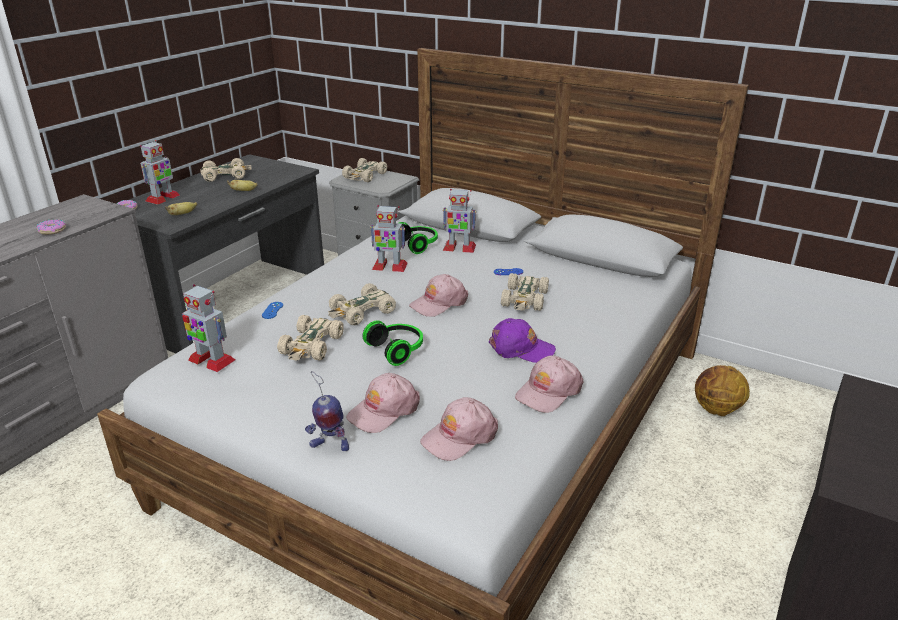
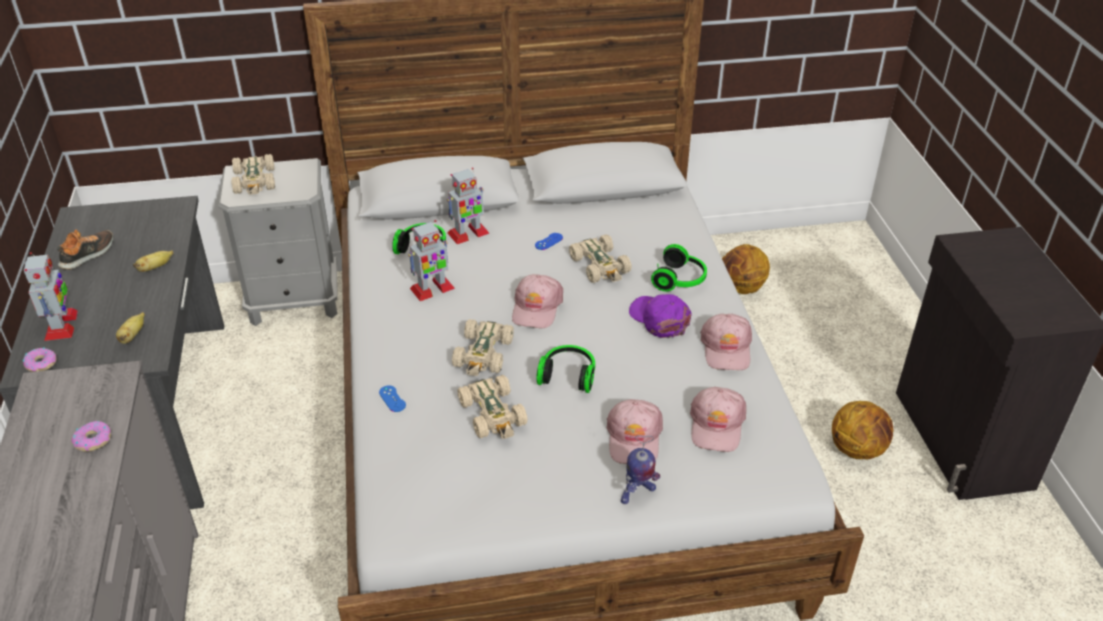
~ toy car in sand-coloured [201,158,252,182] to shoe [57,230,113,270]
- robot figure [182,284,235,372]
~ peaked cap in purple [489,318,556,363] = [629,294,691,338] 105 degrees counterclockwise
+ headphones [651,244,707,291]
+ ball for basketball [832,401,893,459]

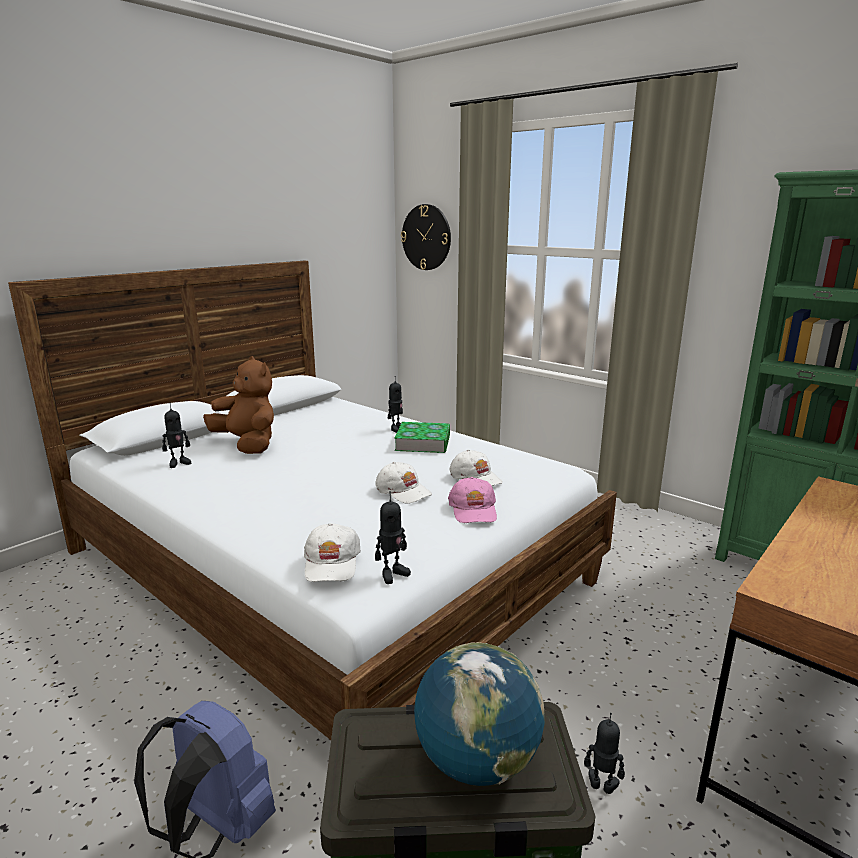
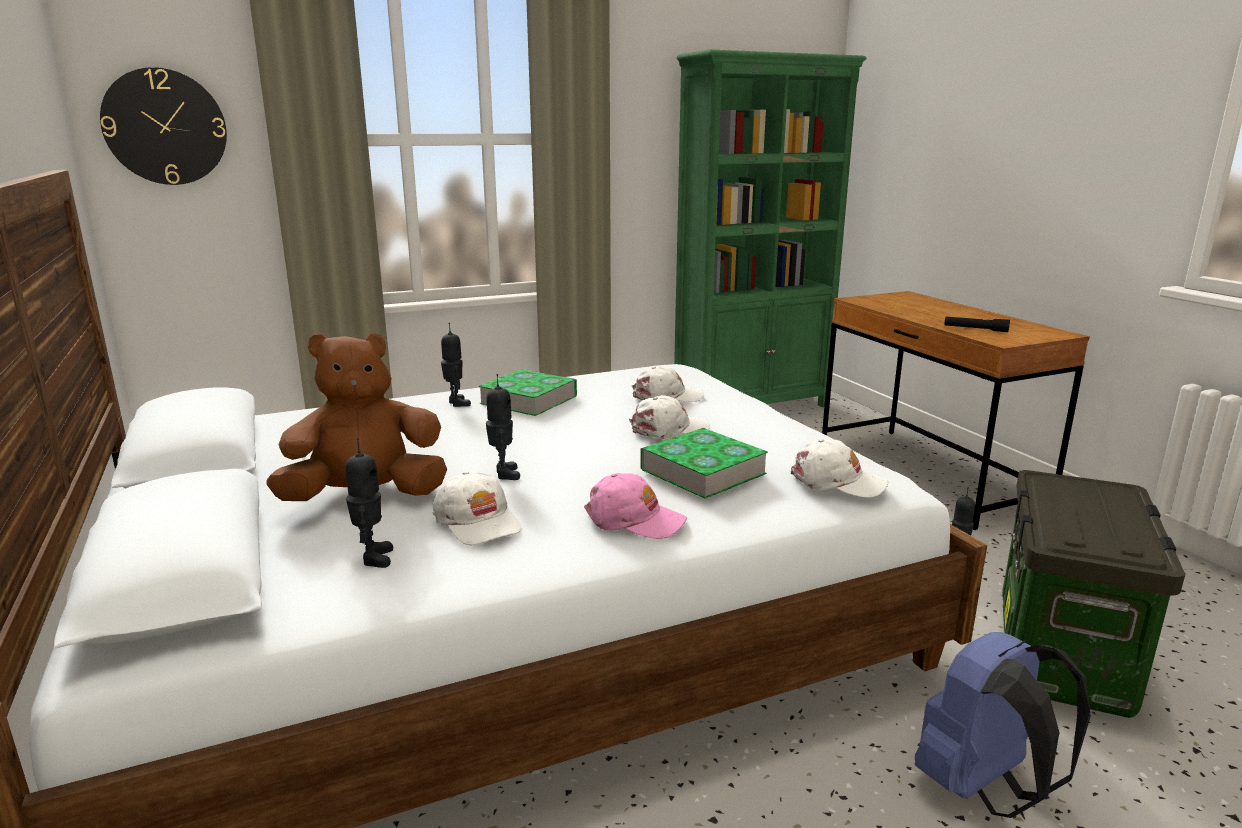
~ peaked cap in pink-coloured [448,477,497,523] to [584,473,687,539]
~ robot figure [375,491,411,584] to [486,374,520,480]
- globe [414,642,545,786]
+ hand torch in blackish [944,317,1010,332]
+ book [640,428,768,499]
+ peaked cap in whitish [433,471,522,545]

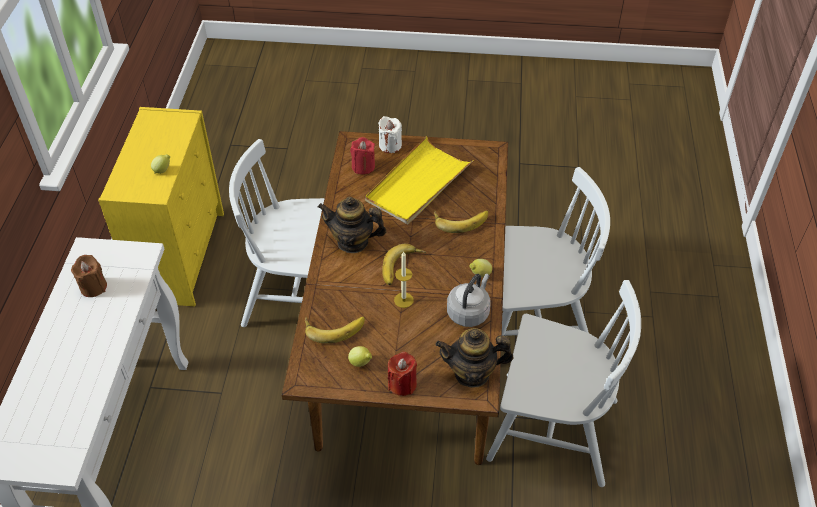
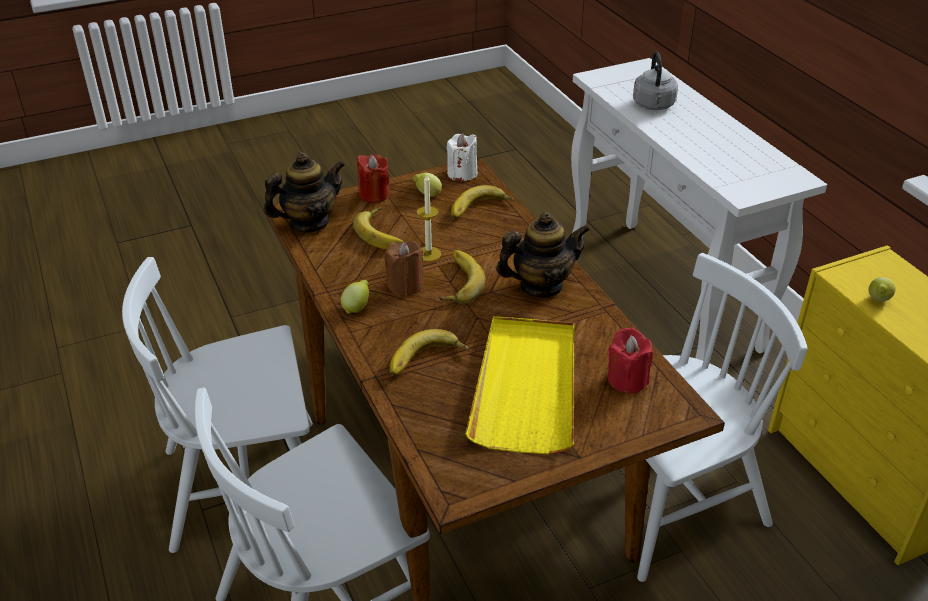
~ wax candle in whitish [378,116,402,153] to [447,133,477,181]
~ wax candle in brownish [71,255,107,297] to [385,241,424,296]
~ tea kettle in grey [447,274,491,327] to [633,51,678,110]
+ whole banana [353,207,404,249]

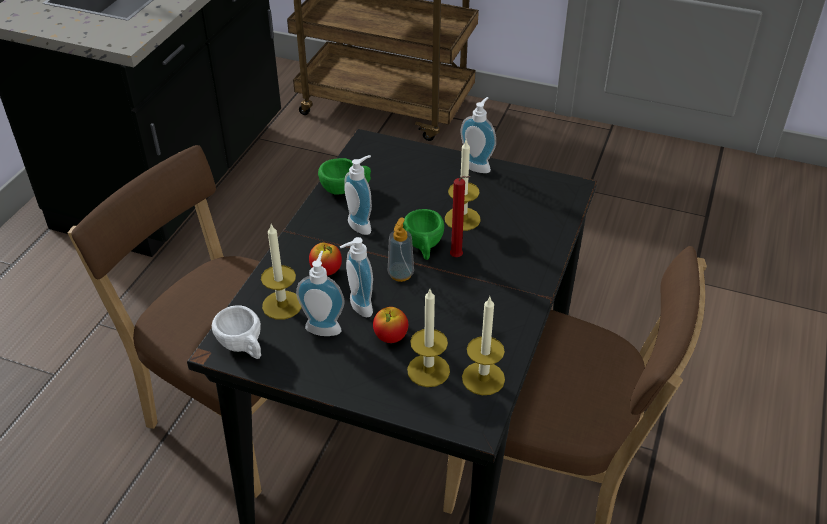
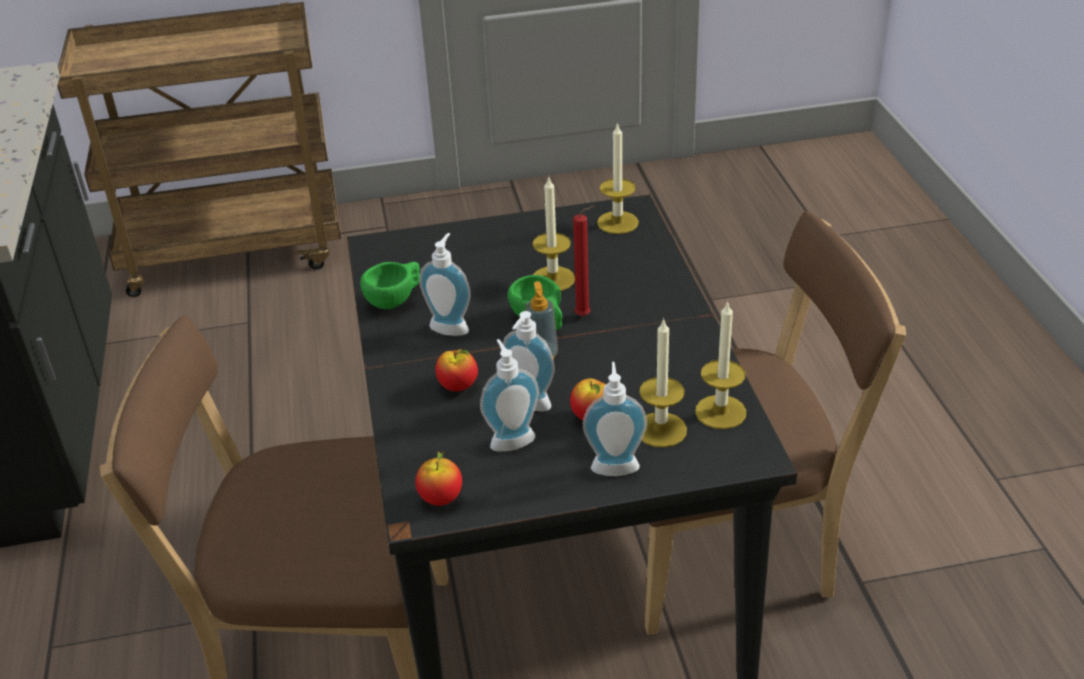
~ soap bottle [461,97,496,173] to [583,362,647,476]
~ wax candle [261,224,302,320] to [597,122,639,234]
~ small cup in whitish [212,305,261,359] to whole apple [415,451,462,506]

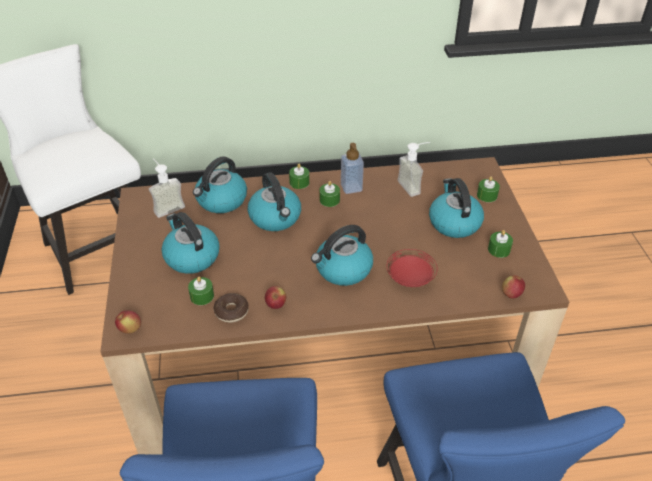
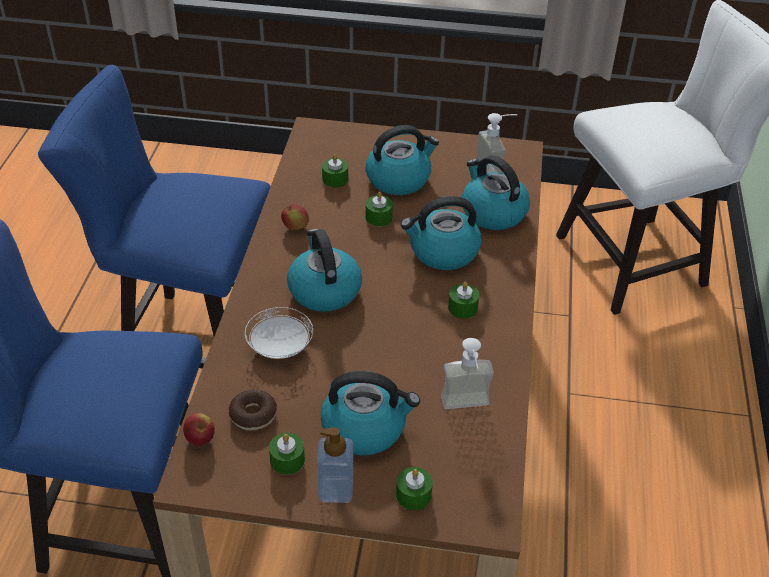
~ soap bottle [341,143,364,194] to [317,427,353,503]
~ wax candle in green [289,164,309,189] to [366,192,393,226]
~ dinner plate in reddish [387,249,438,287] to dinner plate in whitish [245,307,313,359]
~ donut [214,293,249,323] to [229,389,277,431]
- whole apple [115,310,141,334]

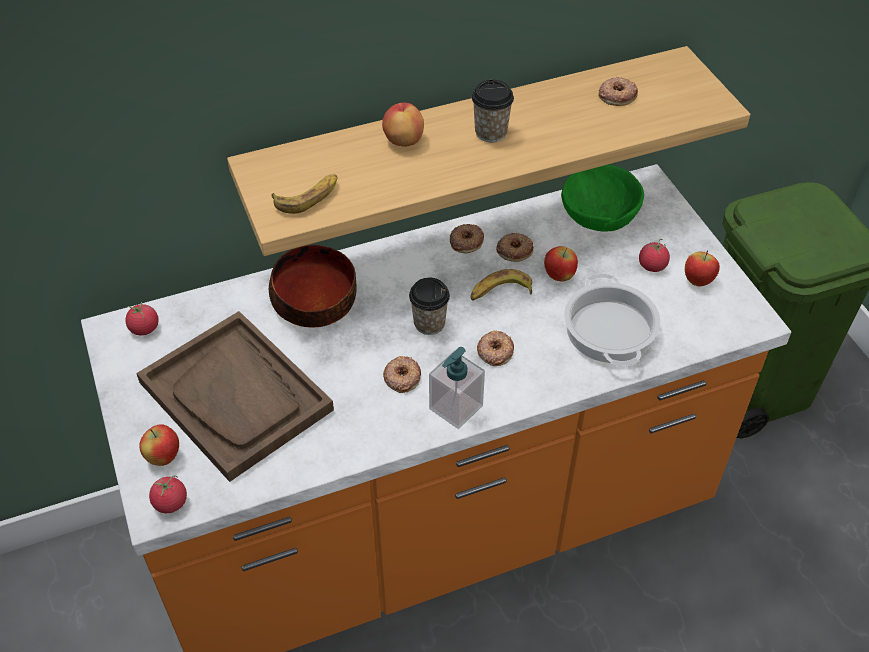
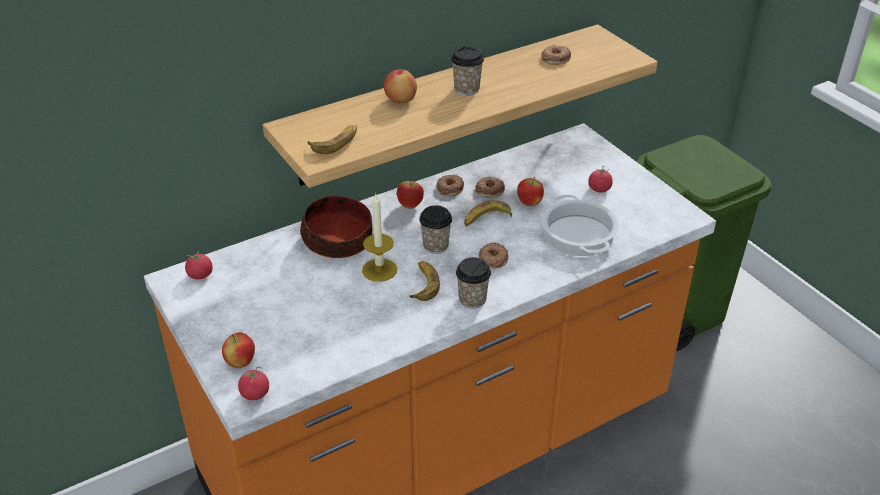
- deep dish in green [561,164,644,232]
~ whole apple [685,250,720,286] to [397,178,424,209]
- serving tray in brownish [136,311,334,482]
~ soap bottle [429,347,485,429] to small cup [456,257,491,309]
~ donut [383,356,421,393] to whole banana [409,262,440,301]
+ wax candle [362,194,397,282]

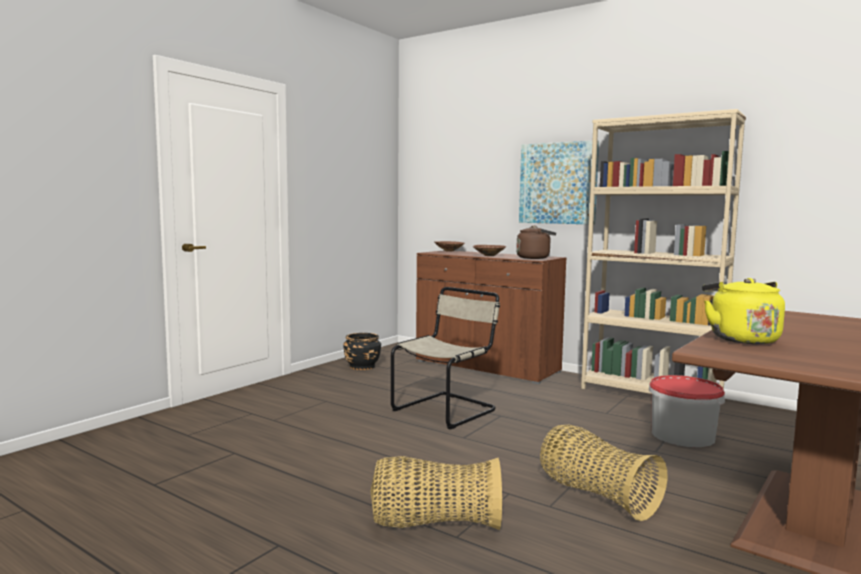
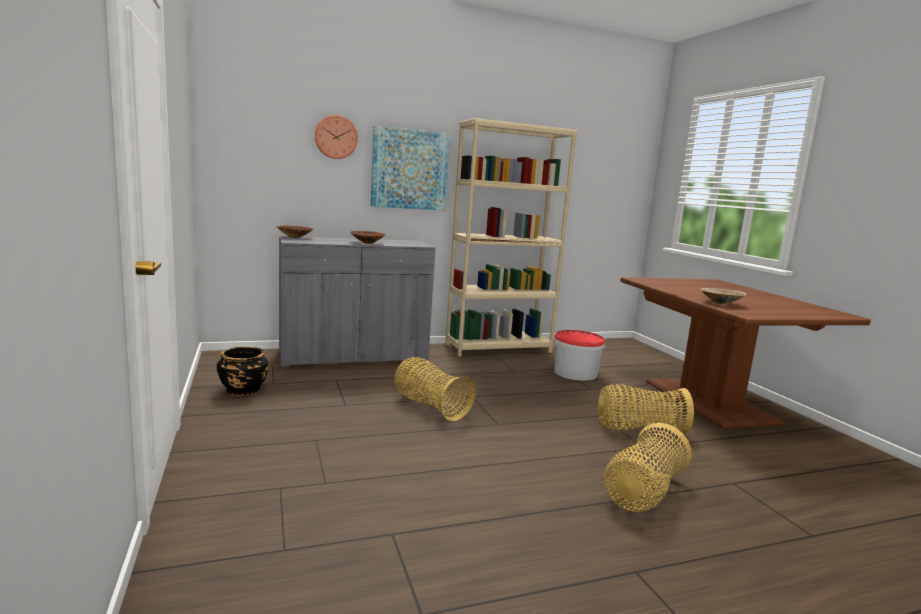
- tea kettle in brownish [516,226,556,259]
~ cabinet in brownish [416,250,567,384] to cabinet in grey [279,236,435,367]
~ tea kettle in yellow [702,278,785,344] to deep dish in sand-coloured [700,288,747,305]
~ plain chair in sand-coloured [391,287,500,429] to household basket [394,357,475,421]
+ clock on the wall [315,115,358,159]

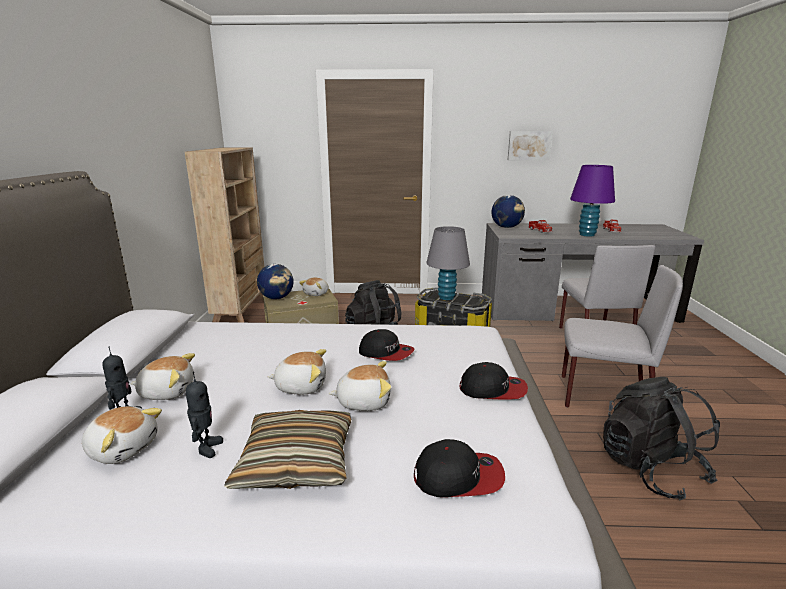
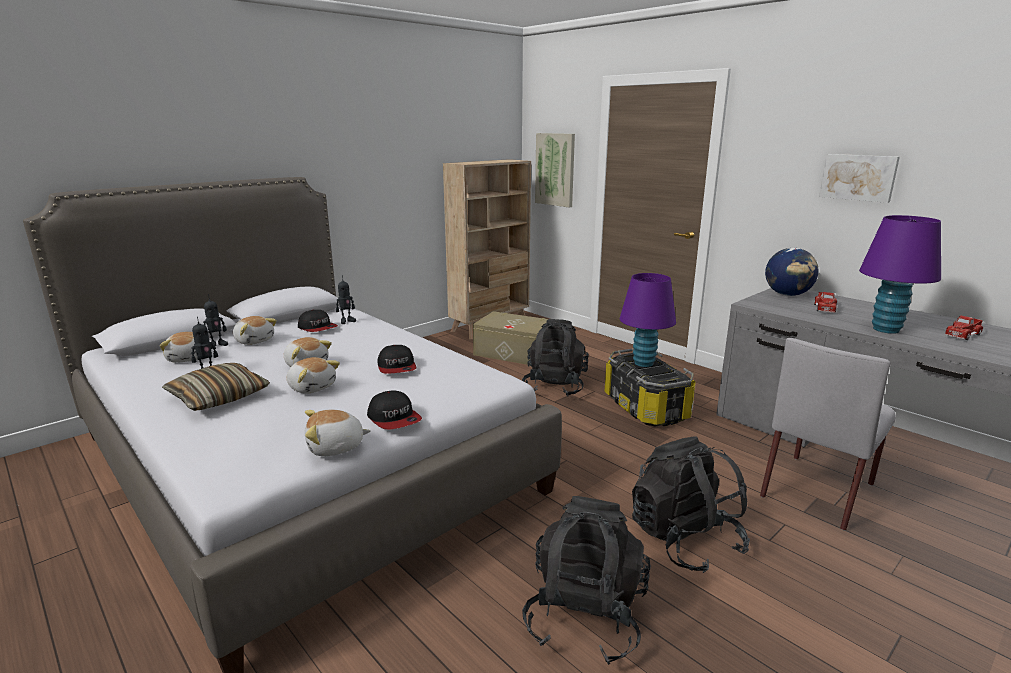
~ lamp for a table in grey [426,226,470,300] to lamp for a table in purple [619,273,676,367]
- globe [257,264,294,299]
~ plain chair in grey [562,265,683,408] to knapsack in blackish [632,436,750,573]
~ plush toy [299,278,329,296] to [305,409,371,456]
~ peaked cap [414,439,505,497] to [298,310,338,332]
+ picture [535,133,575,207]
+ robot figure [336,275,356,324]

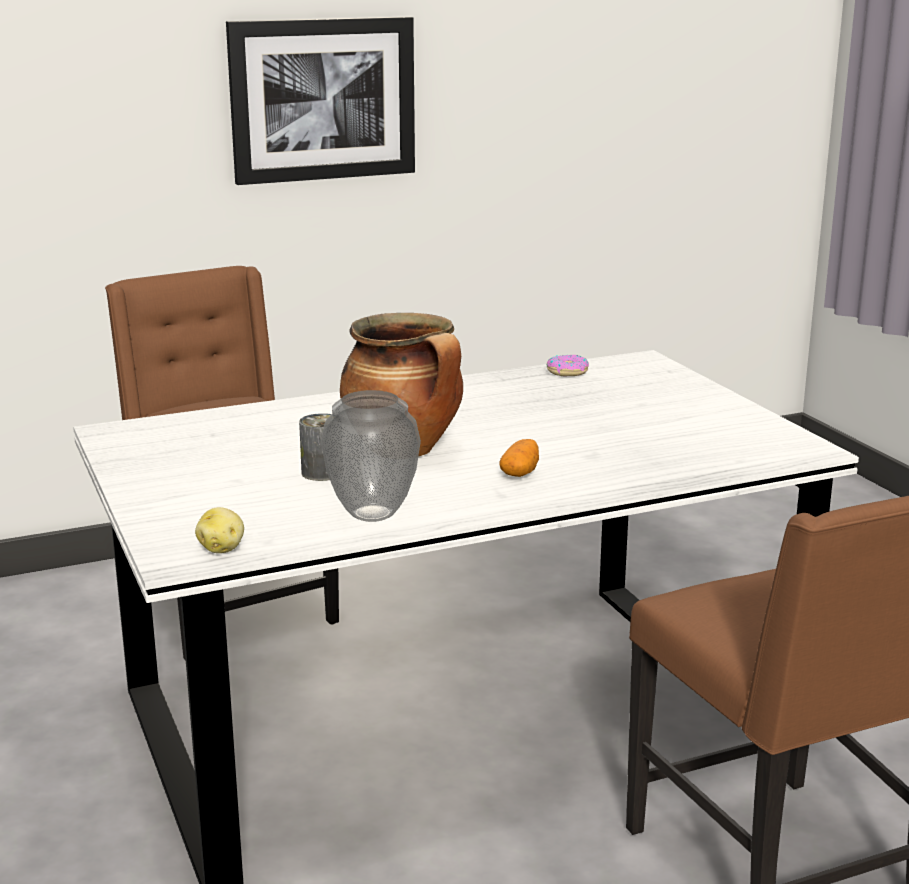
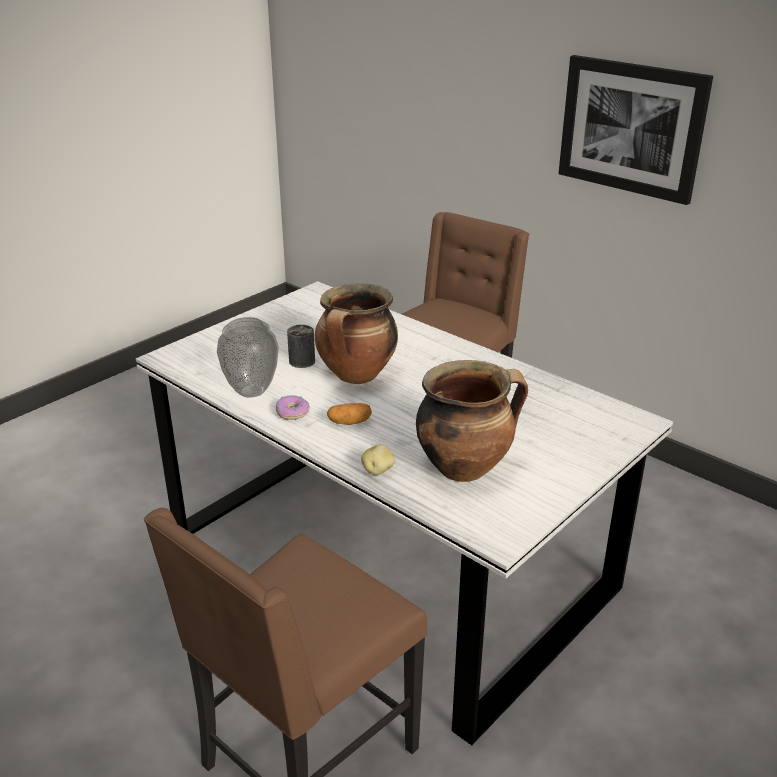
~ donut [546,355,589,376] to [276,395,310,420]
~ potato [195,507,244,553] to [361,445,395,475]
+ cooking pot [416,360,528,482]

